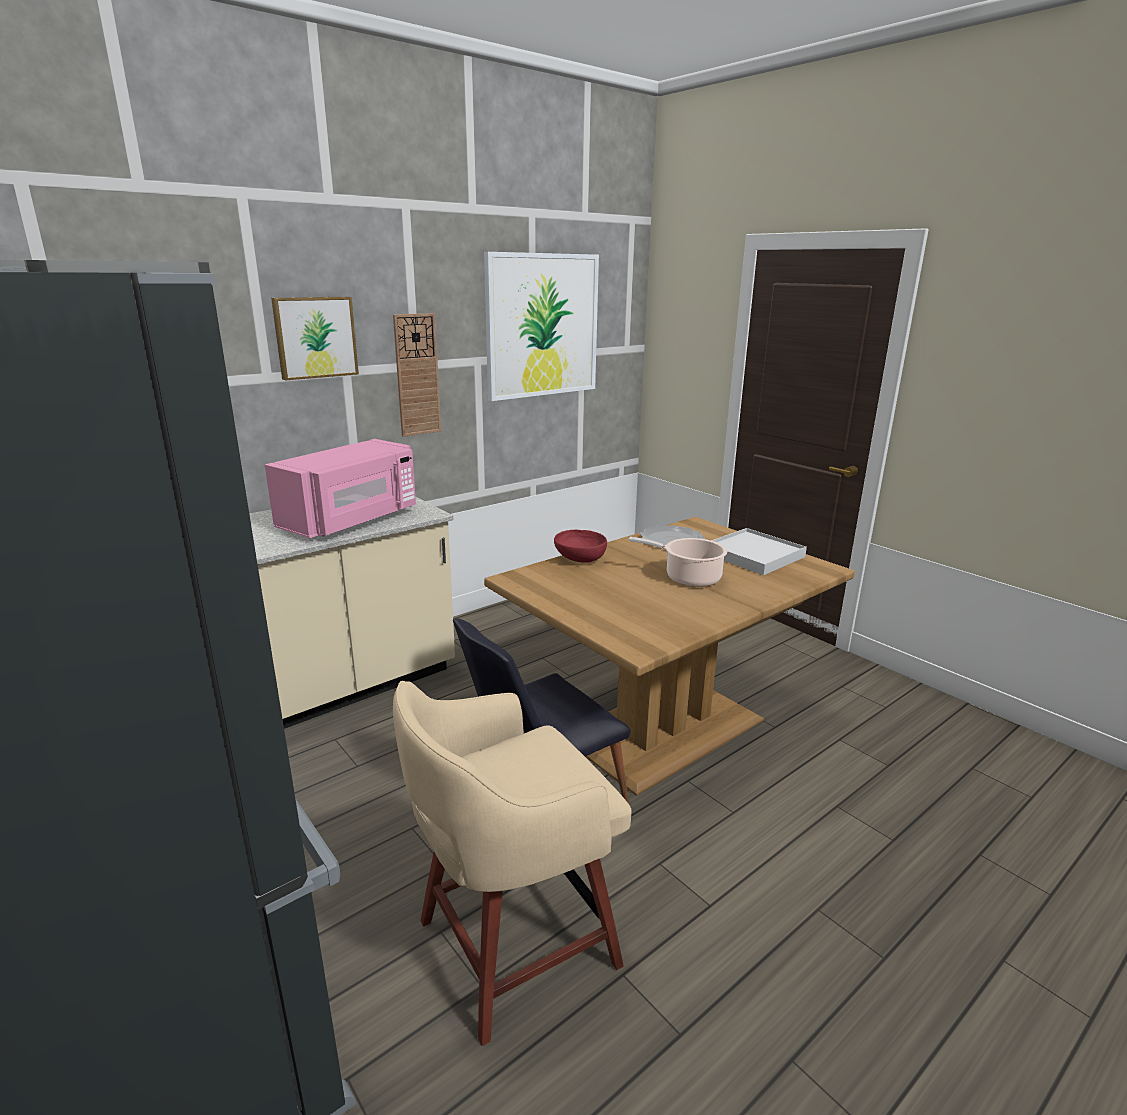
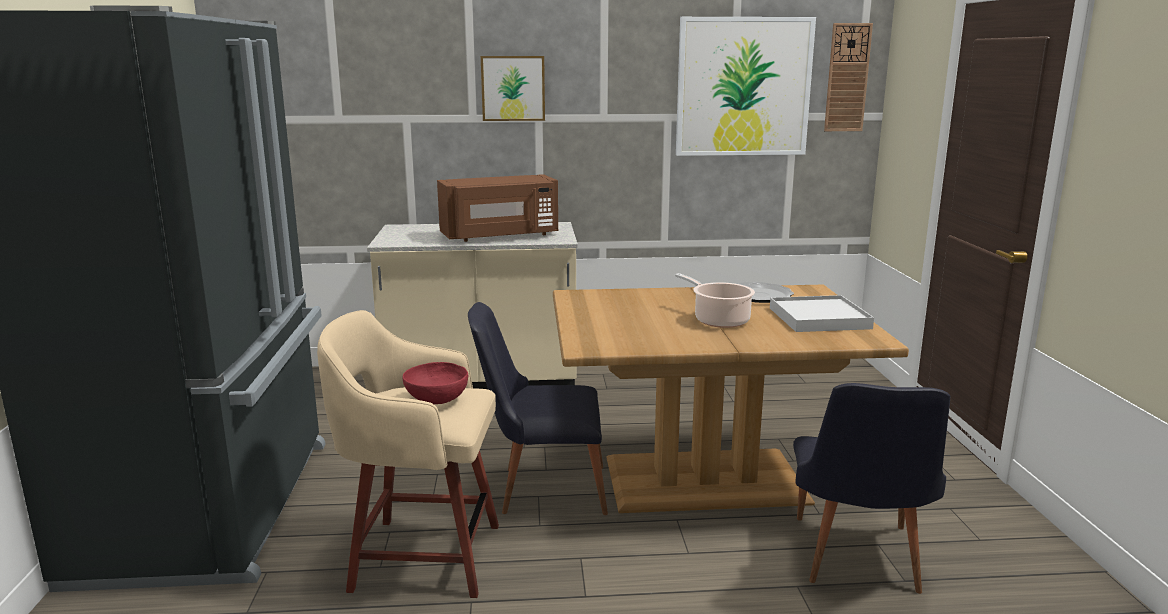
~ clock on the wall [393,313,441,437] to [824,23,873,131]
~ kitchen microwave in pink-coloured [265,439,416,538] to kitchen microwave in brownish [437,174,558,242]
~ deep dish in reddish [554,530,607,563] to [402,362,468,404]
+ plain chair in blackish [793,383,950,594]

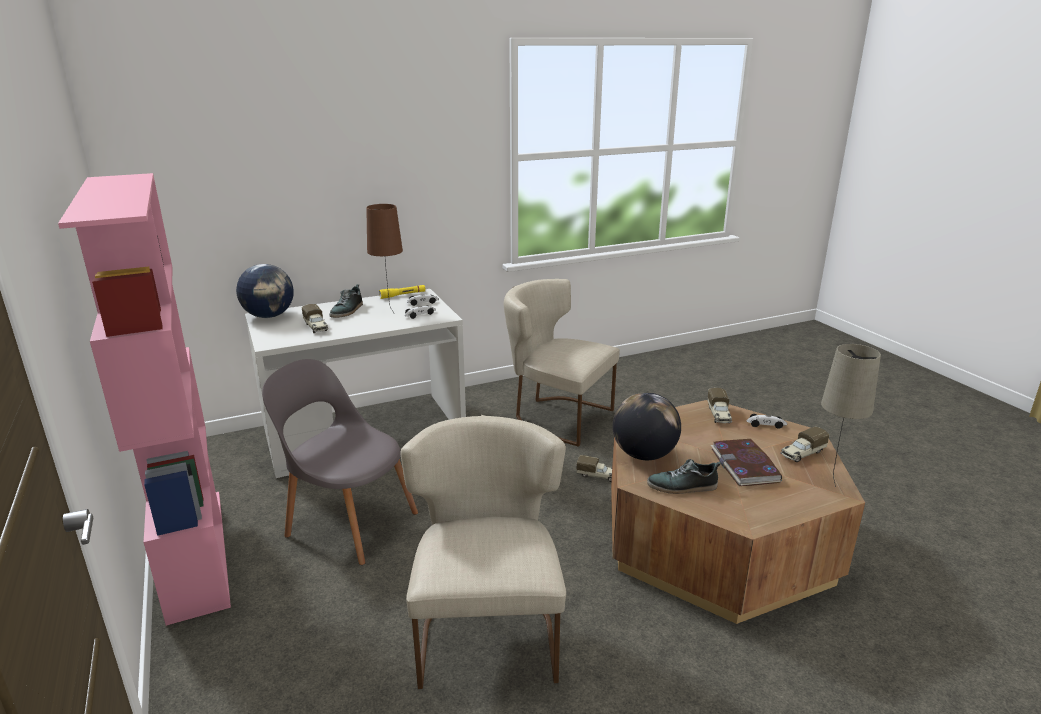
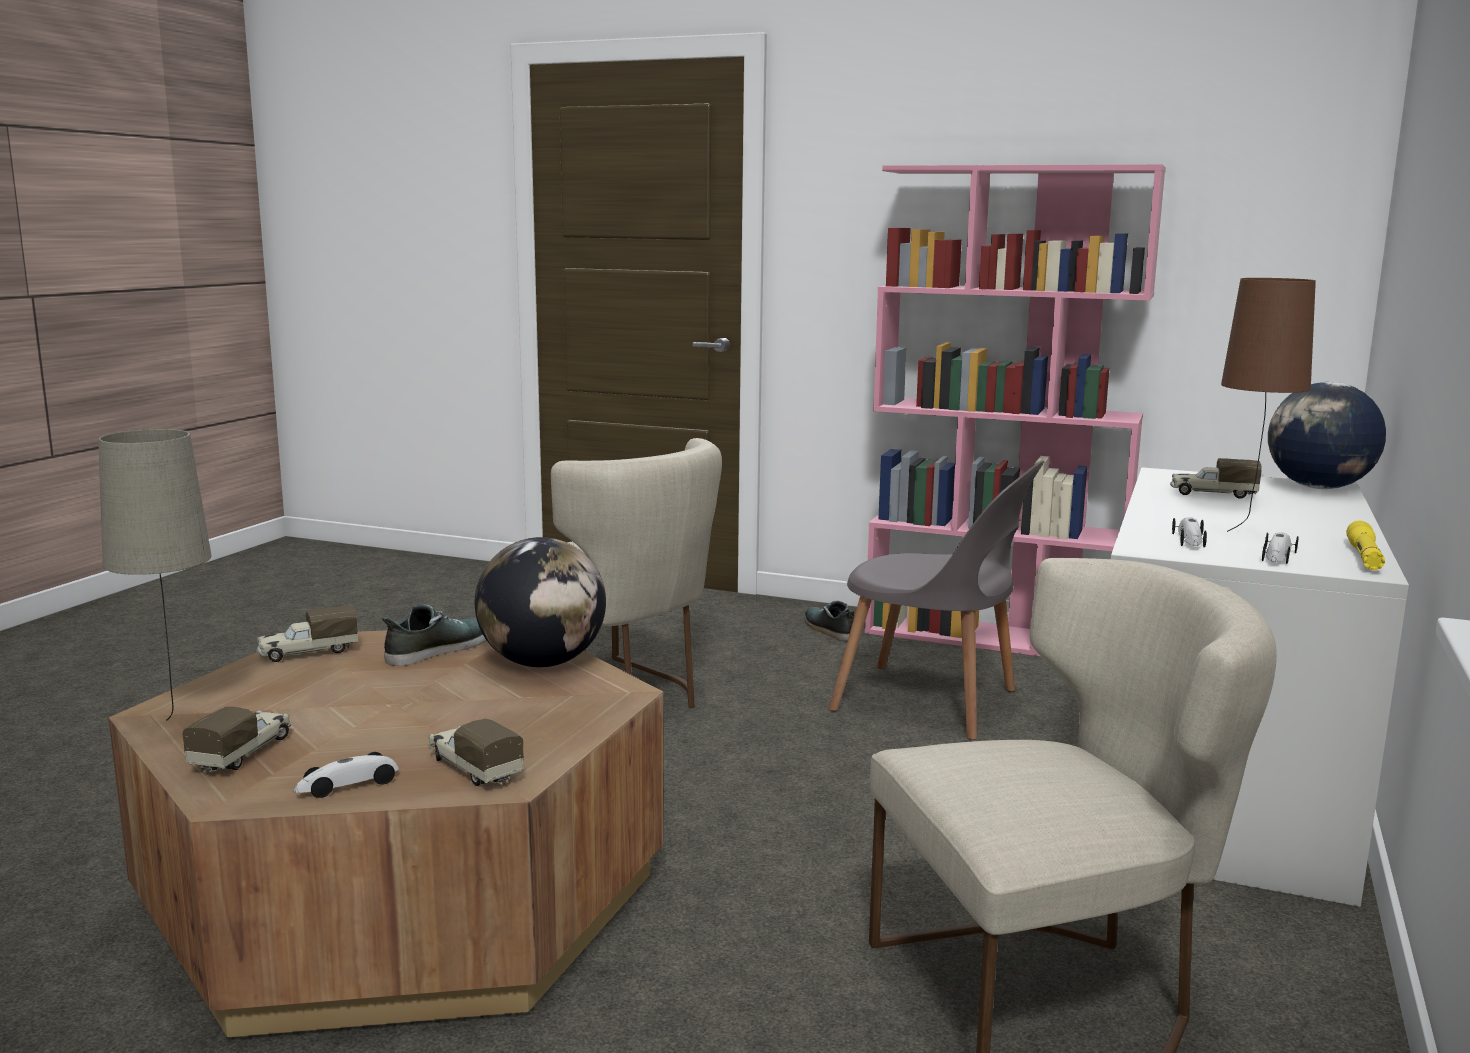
~ shoe [329,284,363,318] to [804,601,854,641]
~ plain chair in grey [262,359,418,565] = [829,460,1045,740] 45 degrees clockwise
- book [711,439,782,486]
~ toy truck [576,455,612,482] to [257,605,358,662]

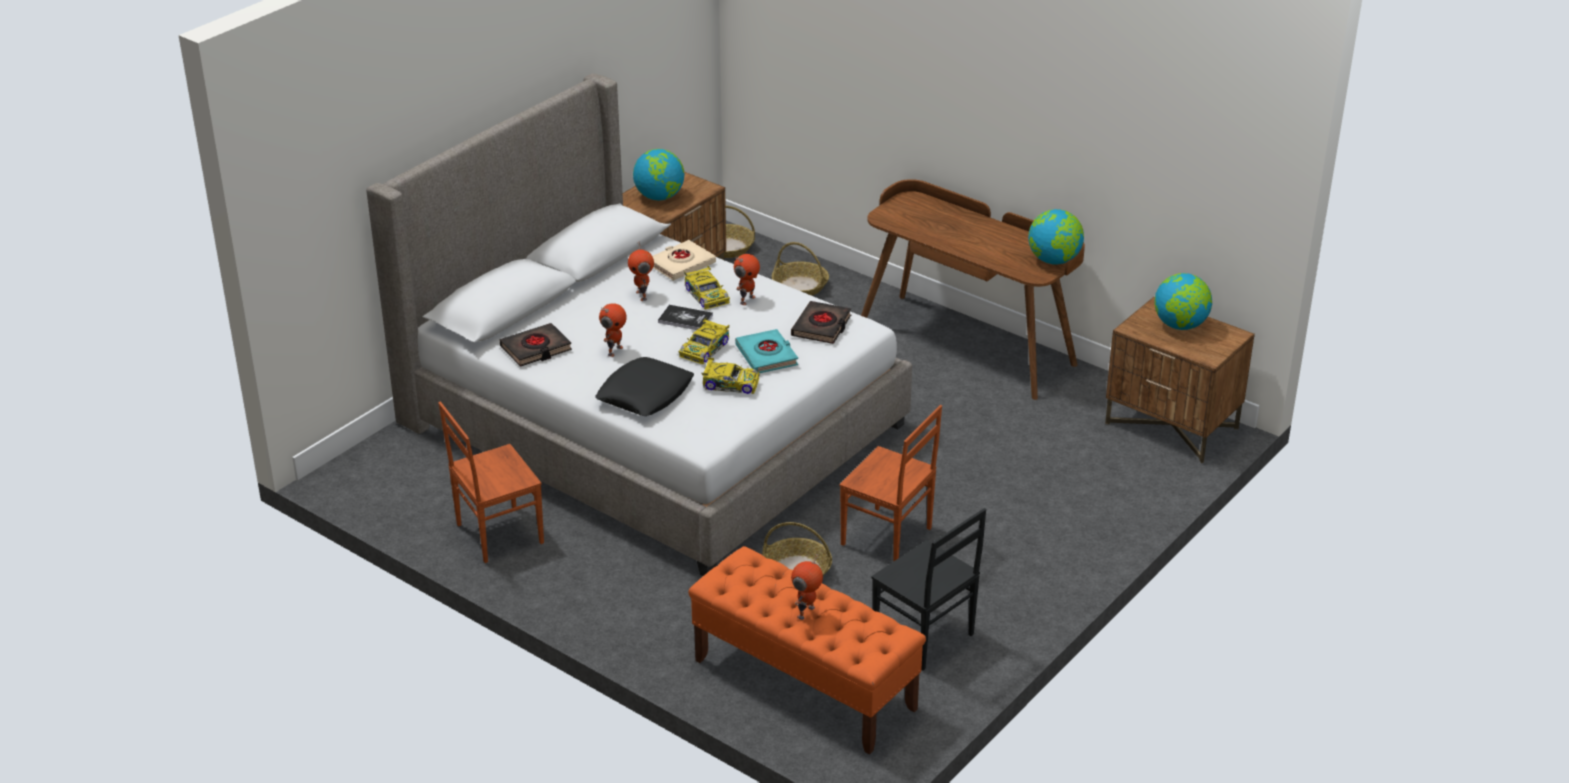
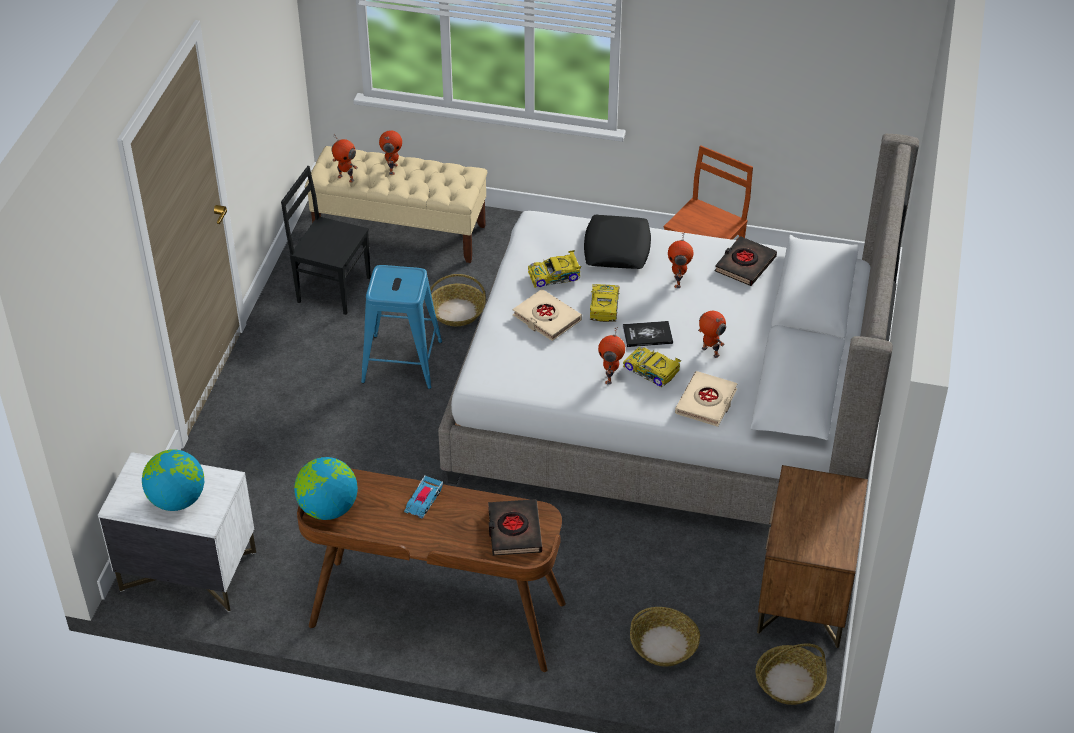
- globe [633,149,684,200]
~ nightstand in brownish [1105,297,1255,463] to nightstand in whitish [98,452,256,612]
~ book in blackish [791,301,851,344] to [488,499,542,556]
~ book in turquoise [735,329,798,373] to book in sand-coloured [513,289,582,341]
~ plain chair in brownish [839,405,942,562] to sitting stool in bluish [361,265,442,389]
~ long seat in orangey [688,546,926,754] to long seat in sand-coloured [305,146,487,263]
+ robot figure [331,135,358,183]
+ toy car [404,476,443,519]

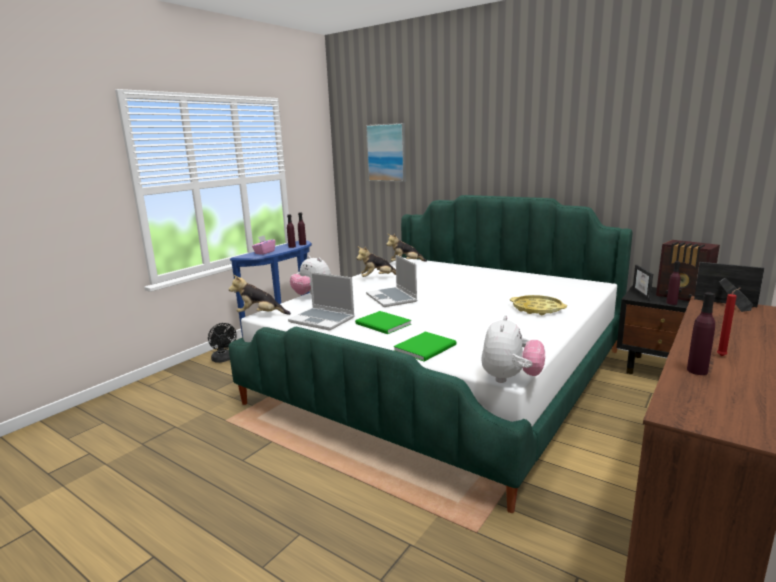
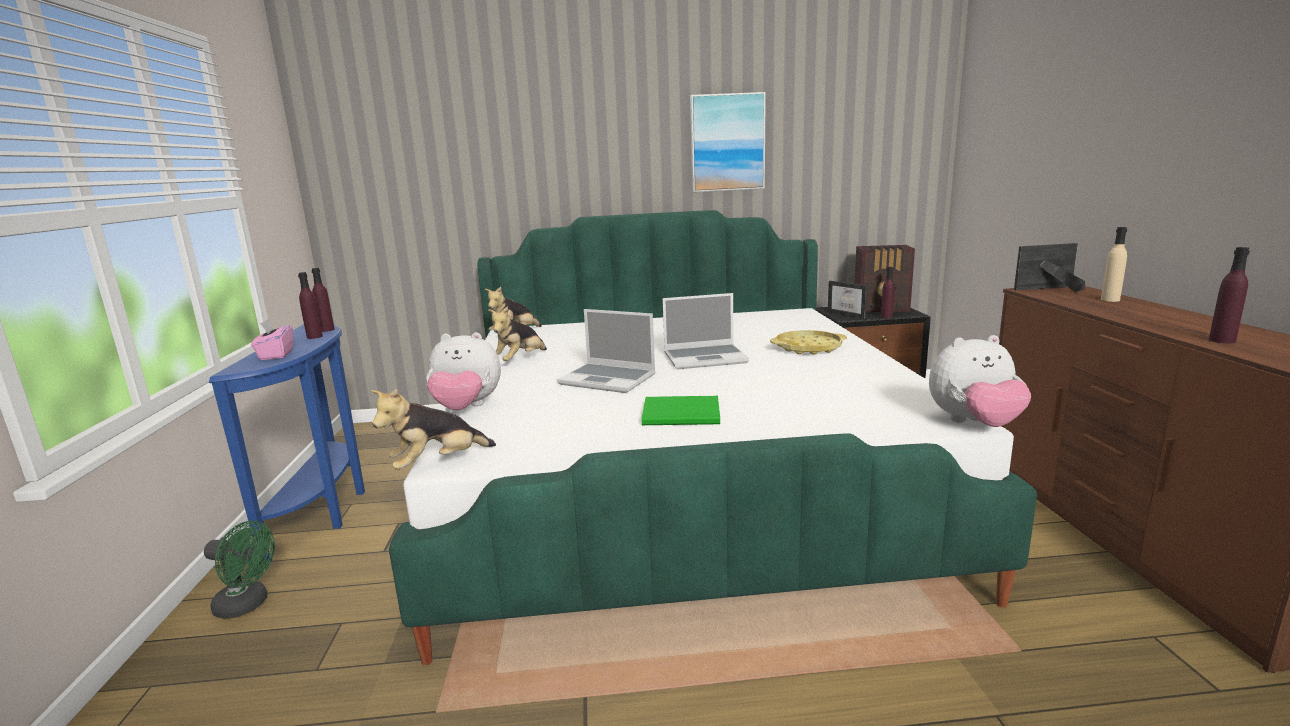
~ picture [366,123,406,182] to [690,92,766,192]
~ portable computer [288,272,355,331] to [663,293,749,369]
- wax candle in reddish [717,288,740,356]
~ plush toy [481,315,545,383] = [929,335,1031,427] 105 degrees clockwise
~ electric fan in blackish [208,323,237,363] to electric fan in green [204,521,275,619]
- book in green [393,331,456,362]
+ bottle in sand-coloured [1101,227,1127,302]

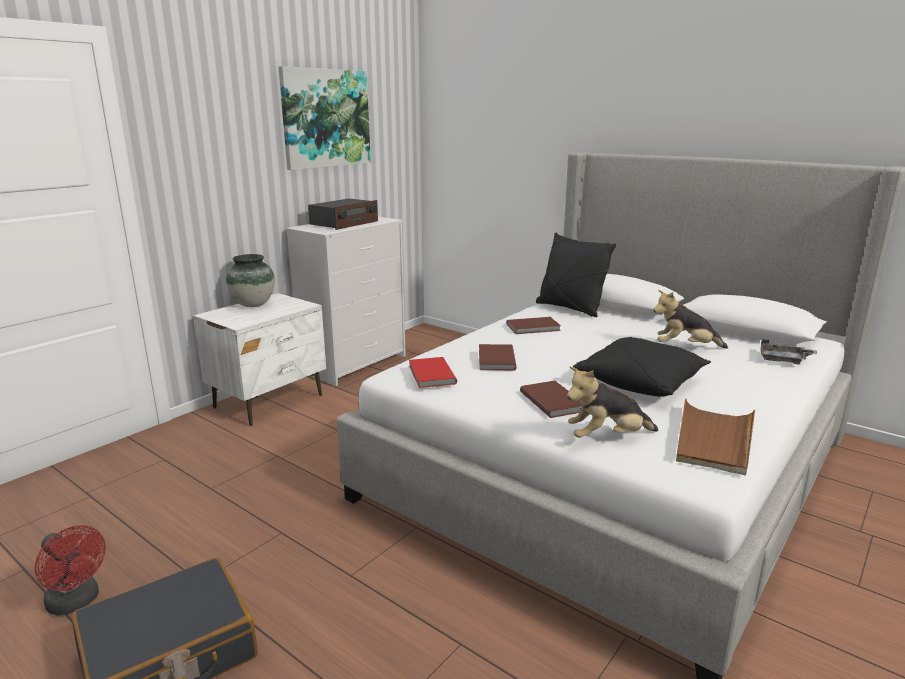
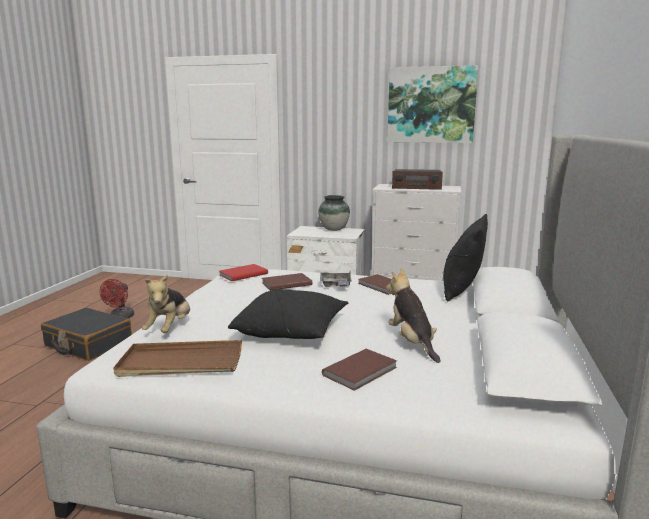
~ serving tray in grey [761,339,817,365] to [320,273,352,287]
~ plush toy [567,366,658,438] = [142,275,190,333] 135 degrees counterclockwise
~ book in brownish [520,381,582,418] to [322,349,397,391]

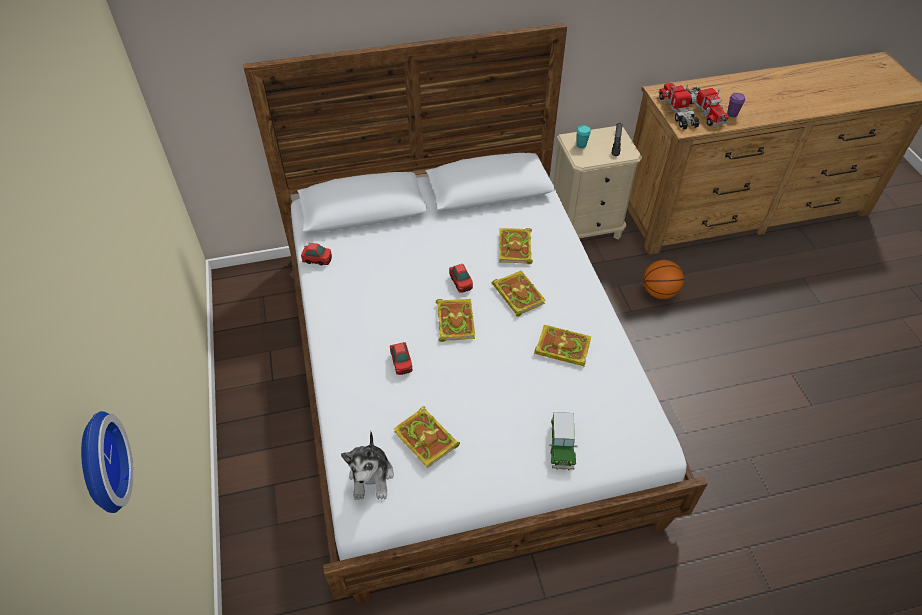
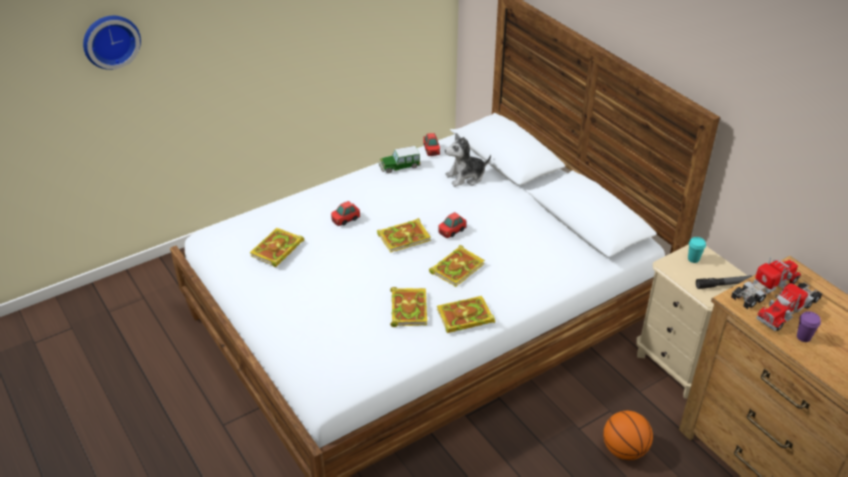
~ book [499,228,533,264] to [437,296,495,333]
~ toy car [550,412,578,470] to [379,146,421,173]
~ plush toy [341,431,394,500] to [445,133,491,187]

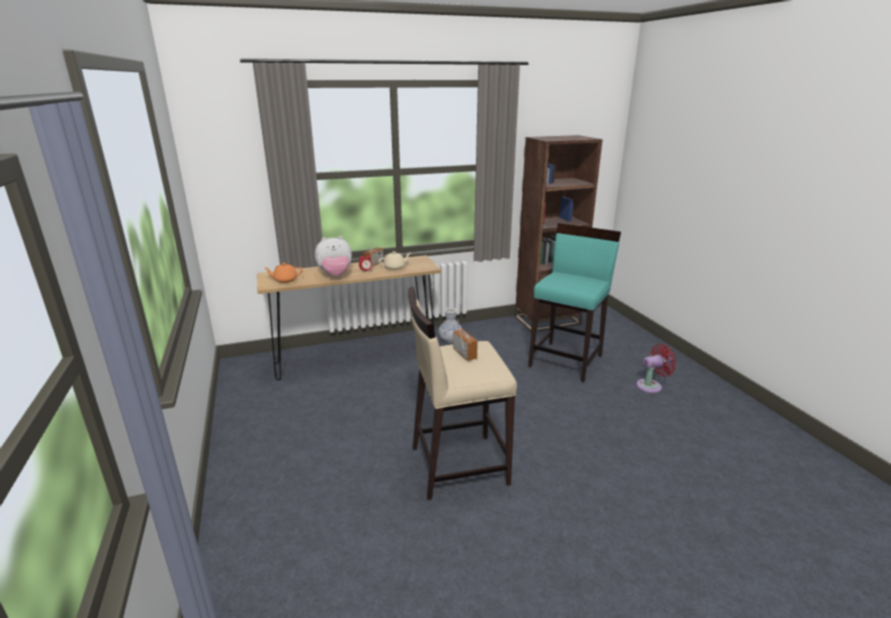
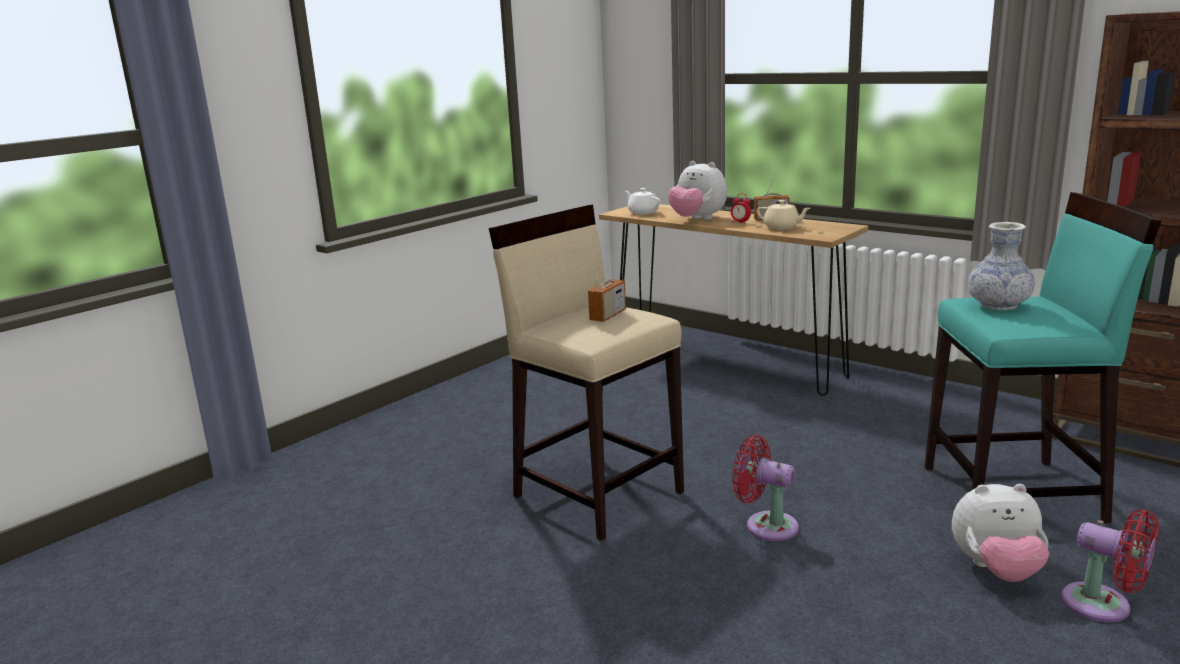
~ teapot in orangey [265,263,302,283] to teapot in whitish [625,188,660,214]
~ flower vase [439,307,462,342] to [968,222,1035,310]
+ electric fan in reddish [732,435,799,541]
+ plush toy [952,484,1049,582]

